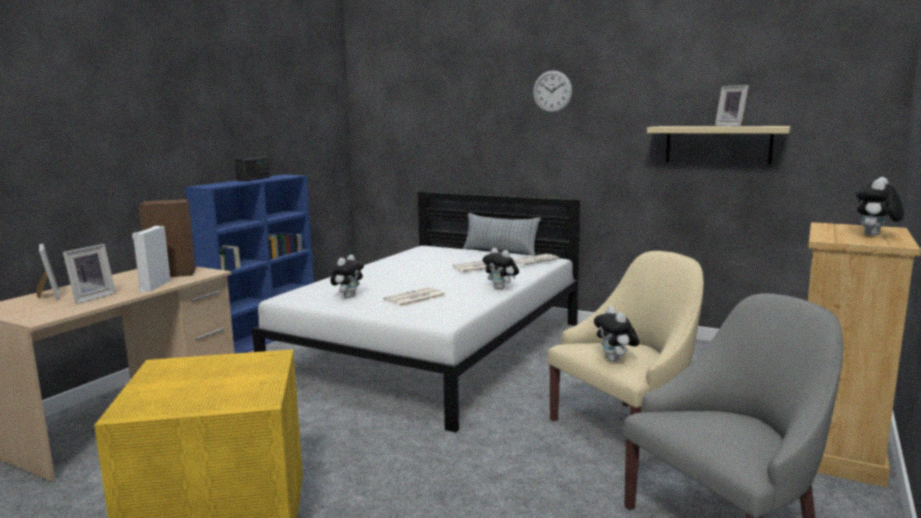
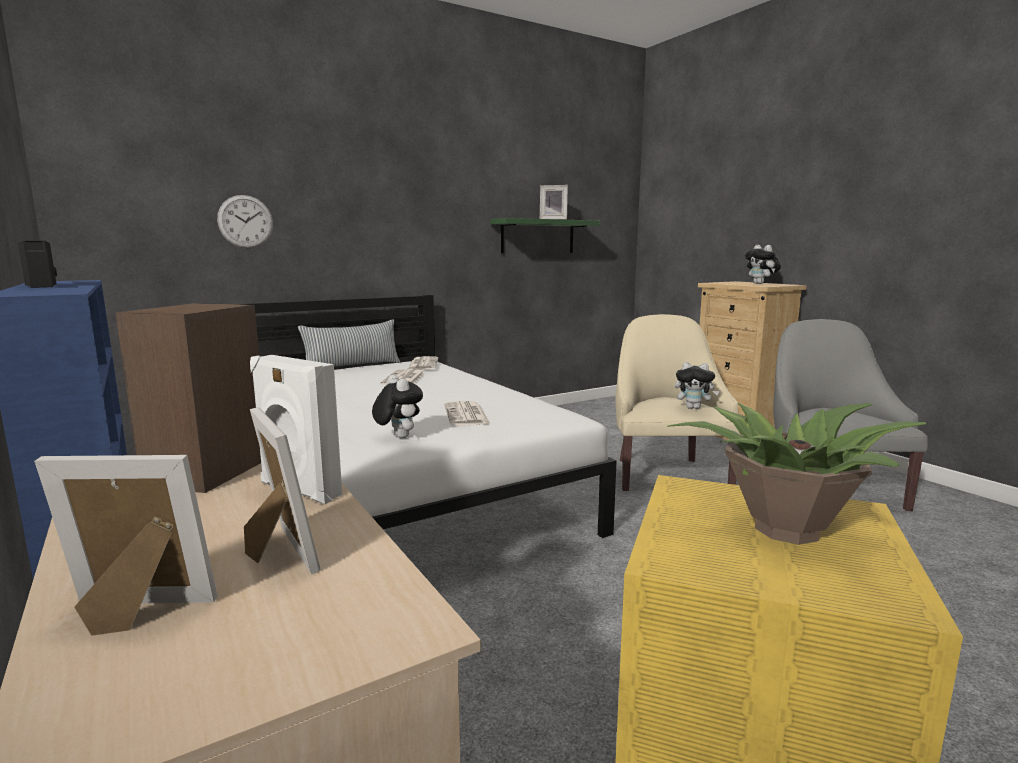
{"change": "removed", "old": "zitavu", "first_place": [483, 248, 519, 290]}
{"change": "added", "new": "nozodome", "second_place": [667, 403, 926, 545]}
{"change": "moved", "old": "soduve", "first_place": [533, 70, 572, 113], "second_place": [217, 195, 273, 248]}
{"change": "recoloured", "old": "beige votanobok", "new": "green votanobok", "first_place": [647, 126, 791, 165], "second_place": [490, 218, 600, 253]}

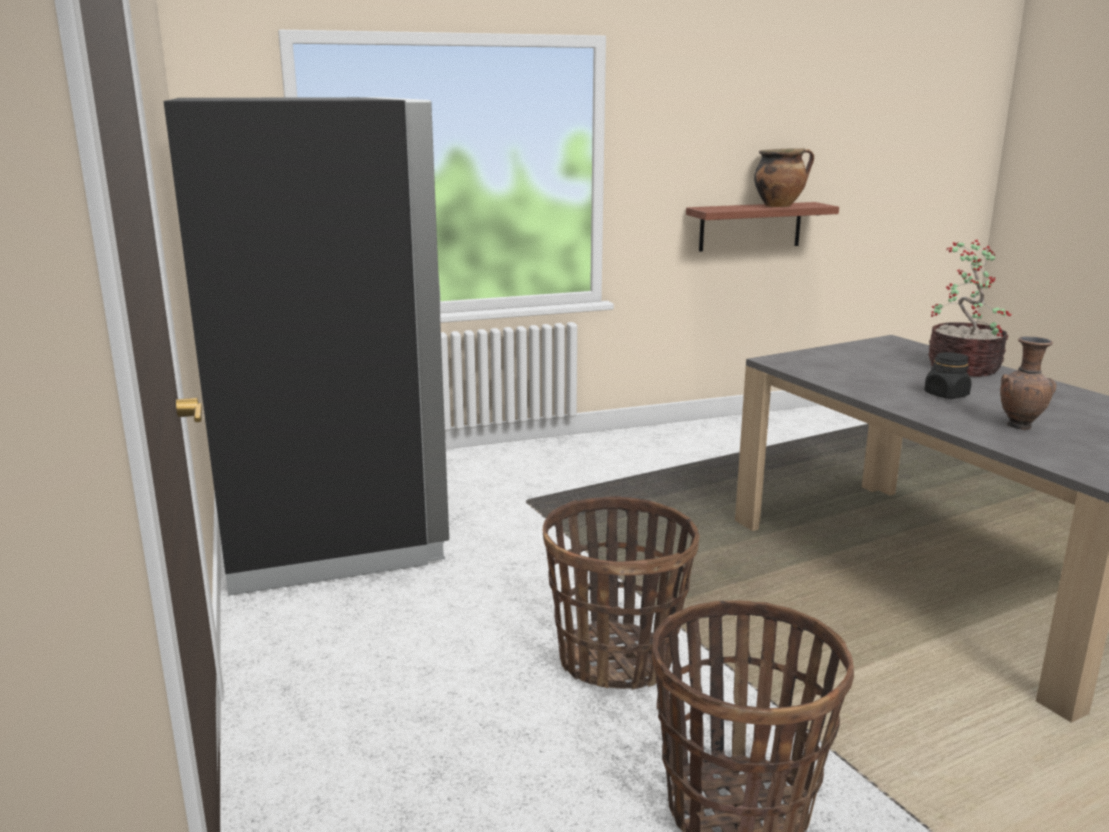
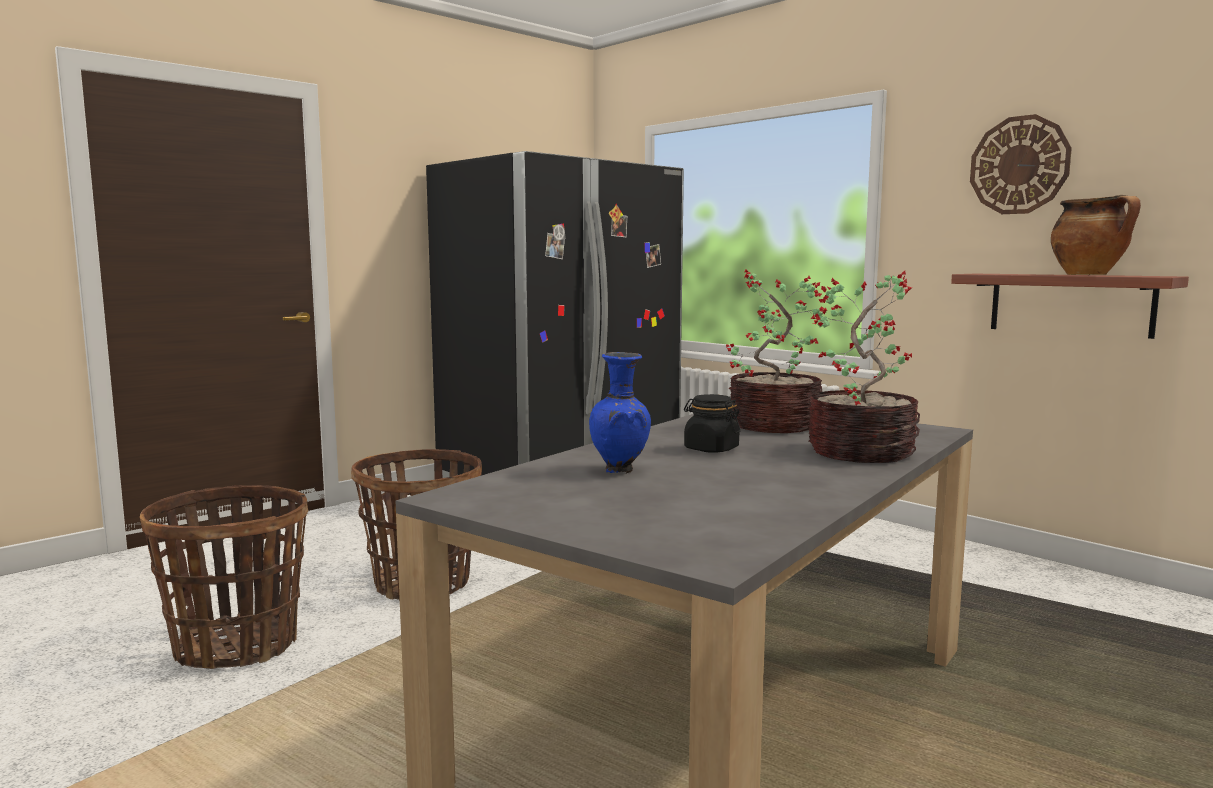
{"change": "added", "new": "nozodome", "second_place": [726, 269, 828, 433]}
{"change": "added", "new": "soduve", "second_place": [970, 114, 1072, 214]}
{"change": "recoloured", "old": "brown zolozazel", "new": "blue zolozazel", "first_place": [1000, 336, 1057, 430], "second_place": [589, 352, 651, 474]}

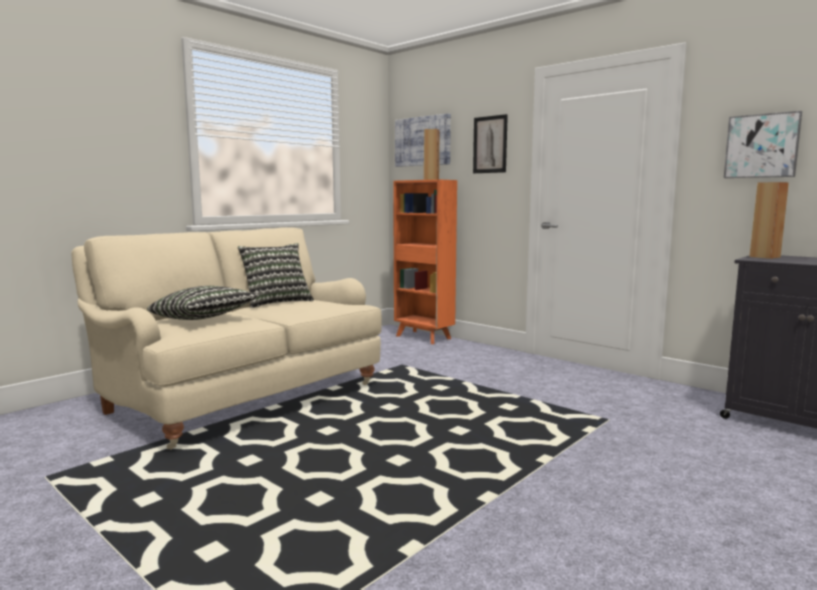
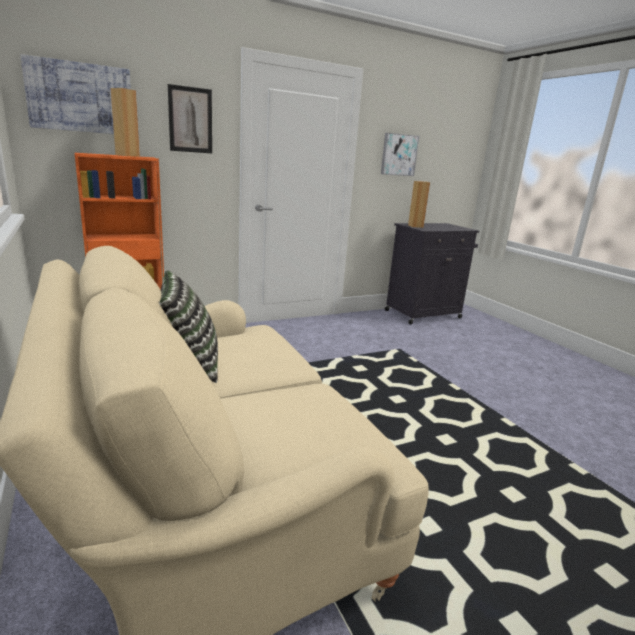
{"change": "removed", "old": "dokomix", "first_place": [147, 286, 259, 320]}

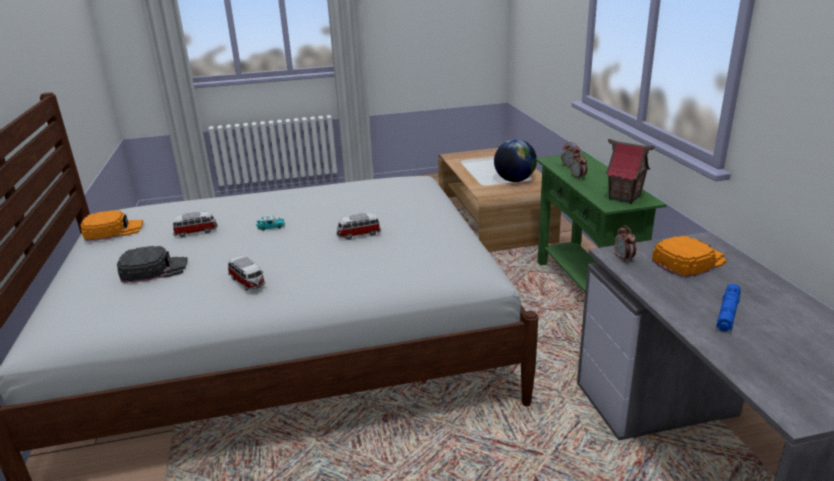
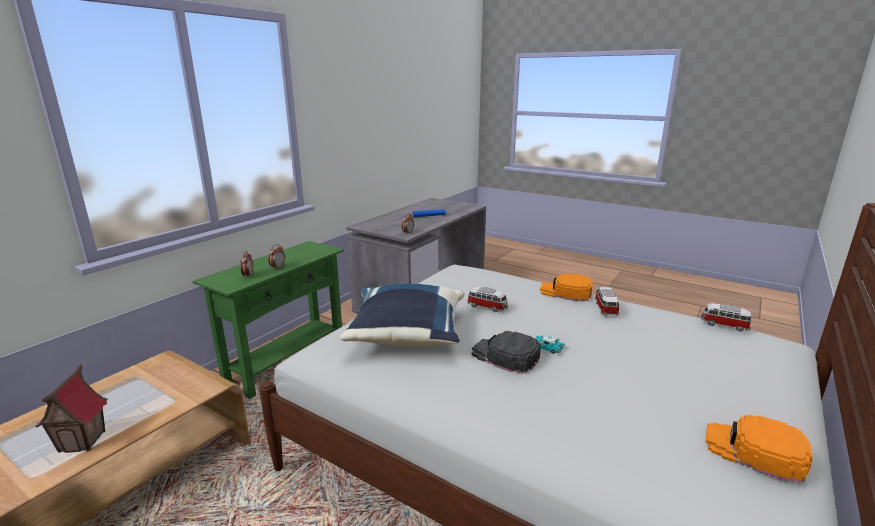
{"change": "removed", "old": "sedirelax", "first_place": [494, 139, 537, 182]}
{"change": "added", "new": "blue dokomix", "second_place": [340, 284, 464, 347]}
{"change": "moved", "old": "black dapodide", "first_place": [117, 246, 187, 283], "second_place": [472, 331, 541, 374]}
{"change": "moved", "old": "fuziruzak", "first_place": [173, 212, 218, 237], "second_place": [701, 303, 751, 332]}
{"change": "moved", "old": "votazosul", "first_place": [605, 139, 655, 204], "second_place": [35, 365, 107, 453]}
{"change": "moved", "old": "orange dapodide", "first_place": [652, 236, 727, 278], "second_place": [540, 274, 593, 301]}

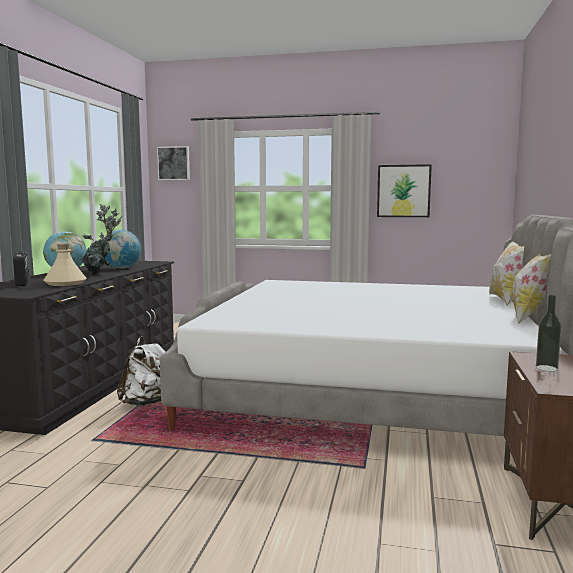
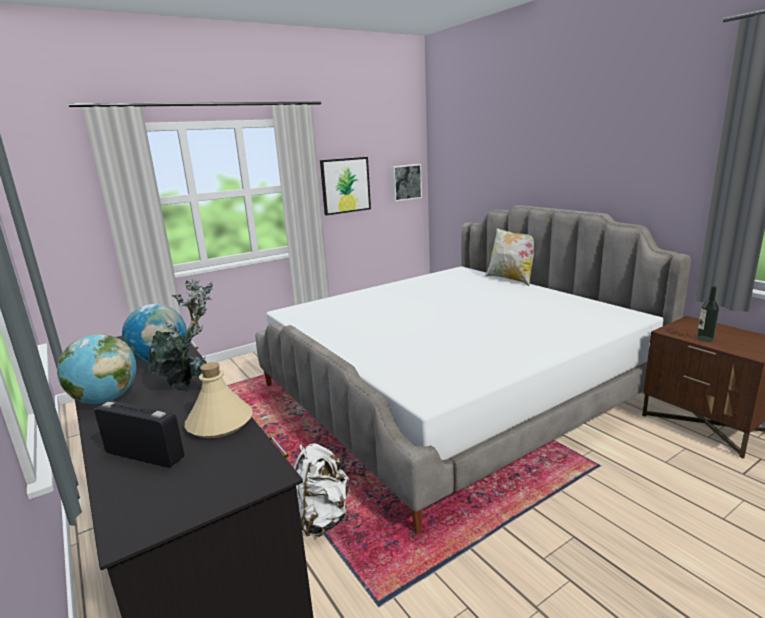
{"change": "removed", "old": "dokomix", "first_place": [513, 254, 551, 324]}
{"change": "moved", "old": "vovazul", "first_place": [157, 146, 190, 180], "second_place": [392, 164, 422, 201]}

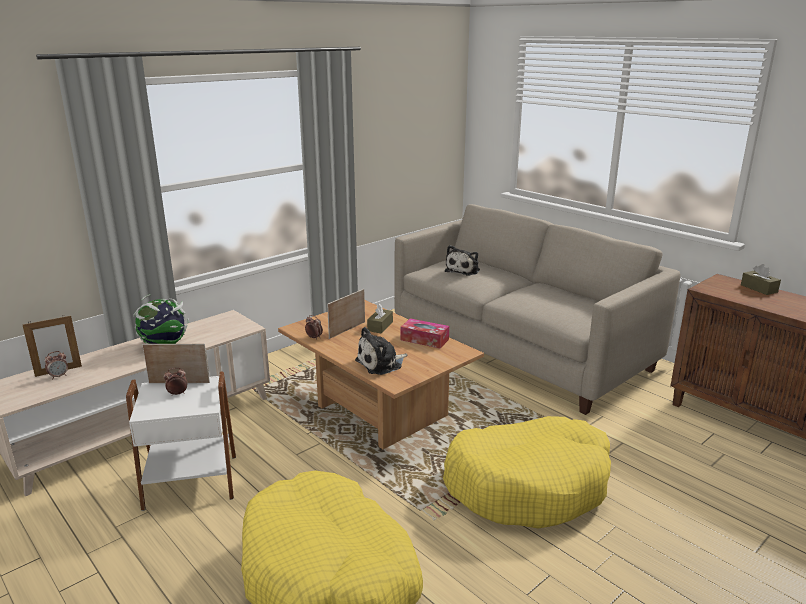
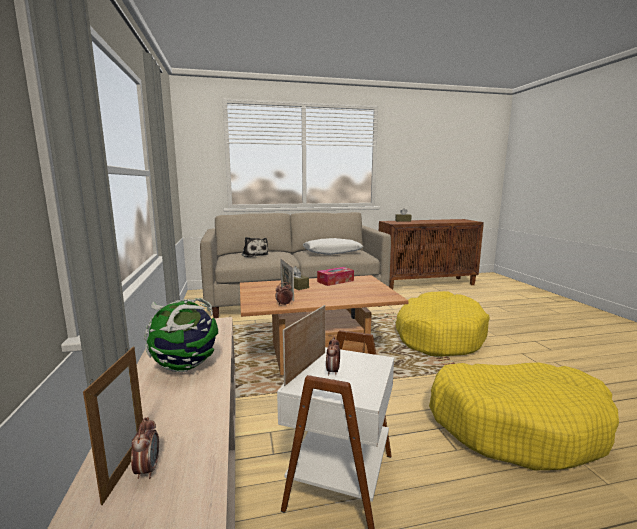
{"change": "removed", "old": "zitavu", "first_place": [355, 327, 407, 375]}
{"change": "added", "new": "white dokomix", "second_place": [303, 238, 363, 255]}

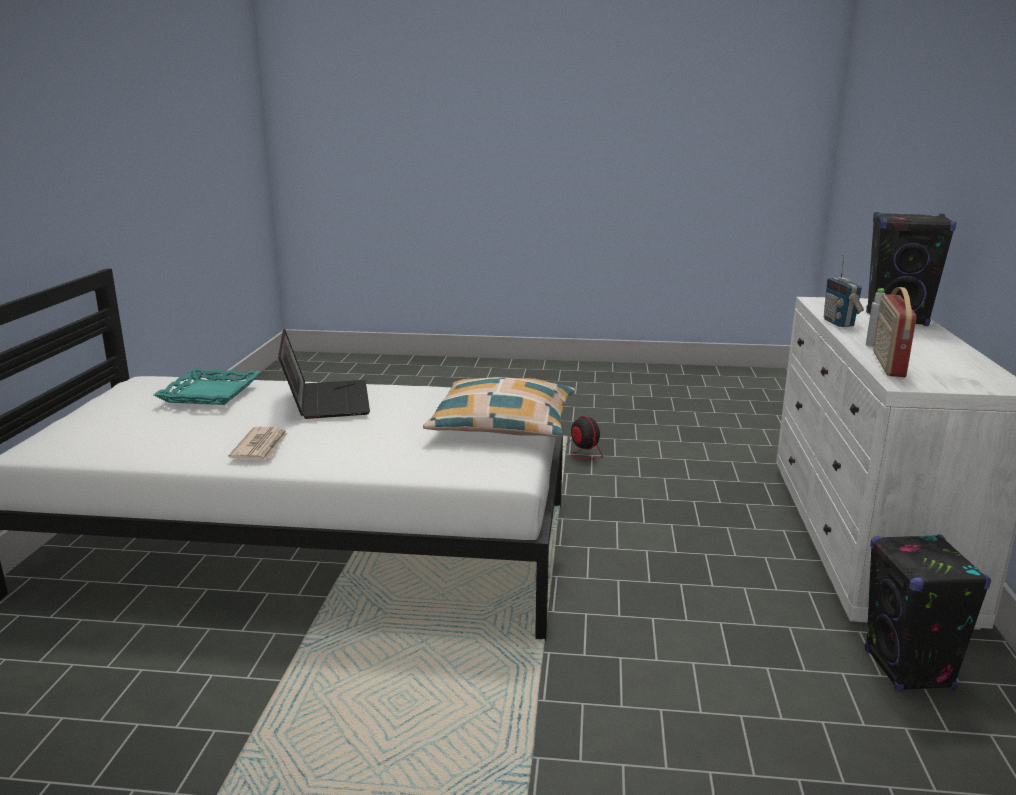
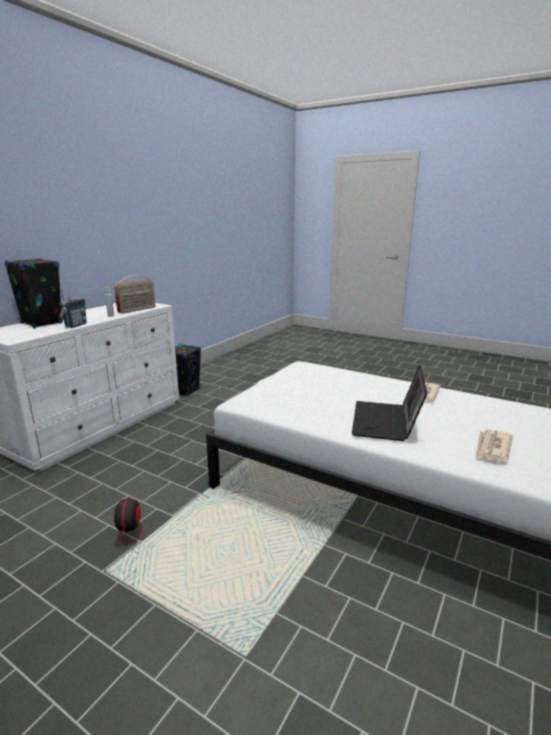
{"change": "removed", "old": "dokomix", "first_place": [423, 377, 575, 437]}
{"change": "replaced", "old": "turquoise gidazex", "new": "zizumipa", "first_place": [154, 368, 260, 405], "second_place": [475, 429, 513, 462]}

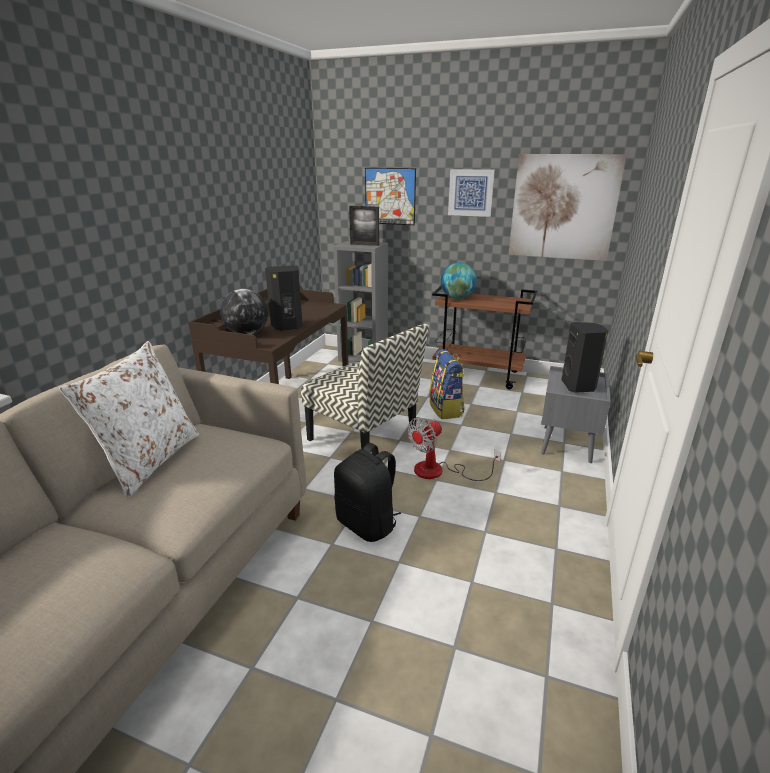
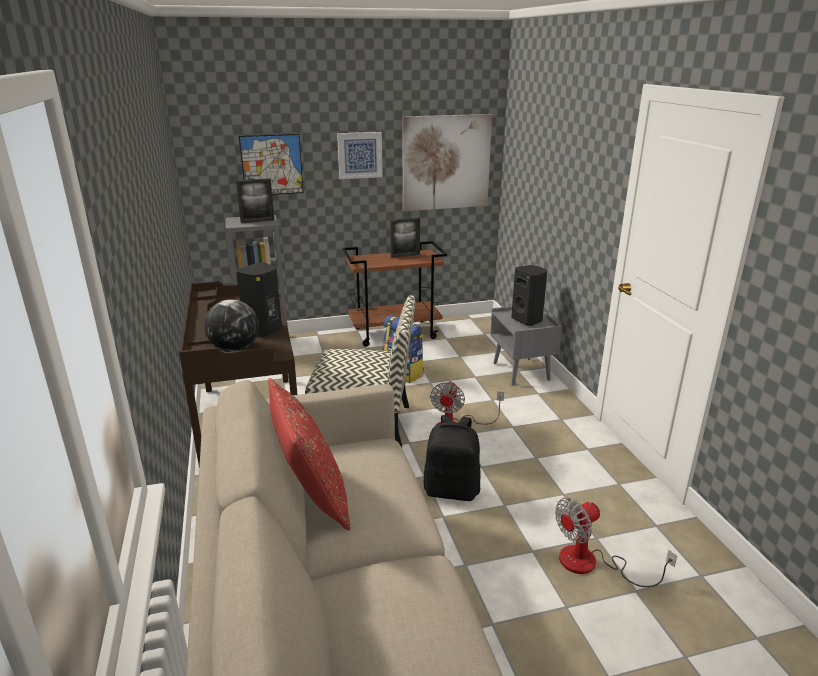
{"change": "removed", "old": "sedirelax", "first_place": [440, 262, 477, 299]}
{"change": "added", "new": "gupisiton", "second_place": [390, 217, 420, 258]}
{"change": "added", "new": "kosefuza", "second_place": [555, 497, 677, 587]}
{"change": "recoloured", "old": "white dokomix", "new": "red dokomix", "first_place": [59, 341, 200, 498], "second_place": [268, 378, 350, 531]}

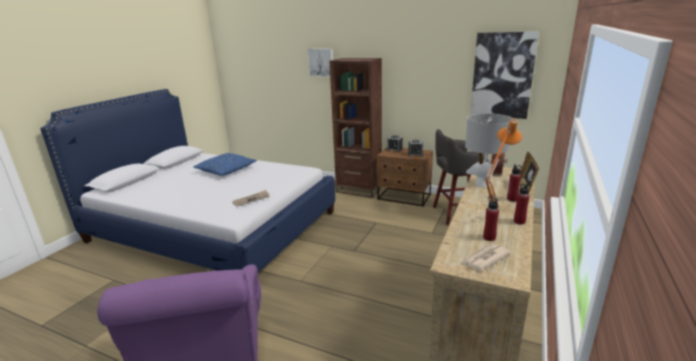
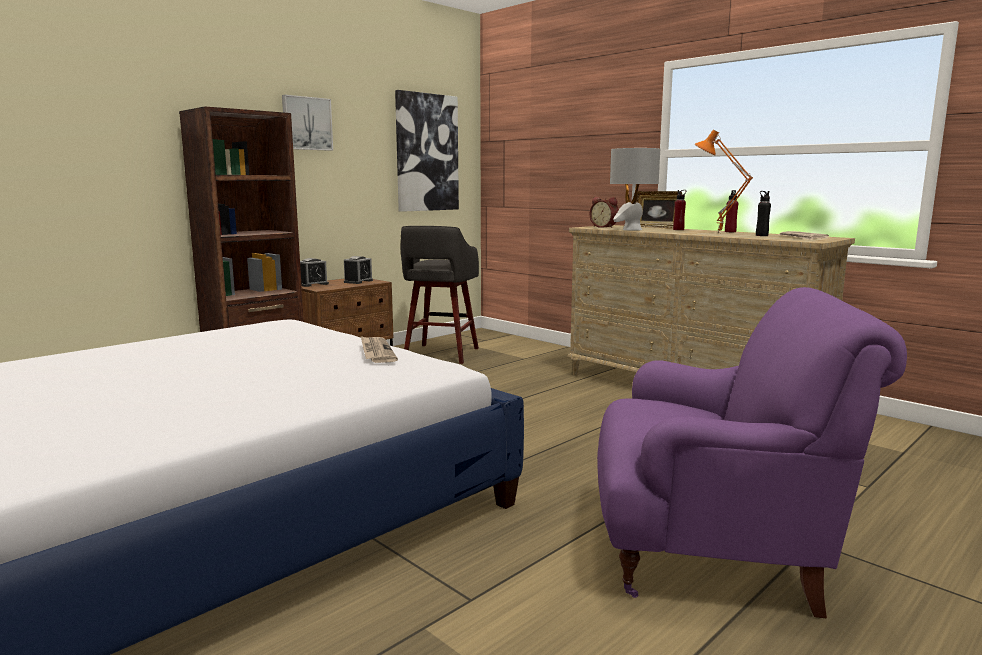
{"change": "removed", "old": "blue dokomix", "first_place": [193, 153, 257, 176]}
{"change": "moved", "old": "vovazul", "first_place": [307, 49, 333, 77], "second_place": [282, 95, 333, 151]}
{"change": "recoloured", "old": "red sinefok", "new": "black sinefok", "first_place": [483, 196, 499, 241], "second_place": [756, 191, 771, 236]}

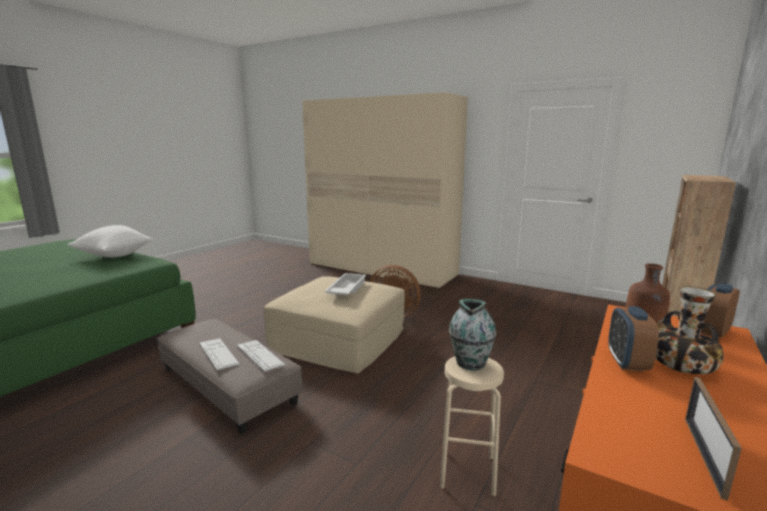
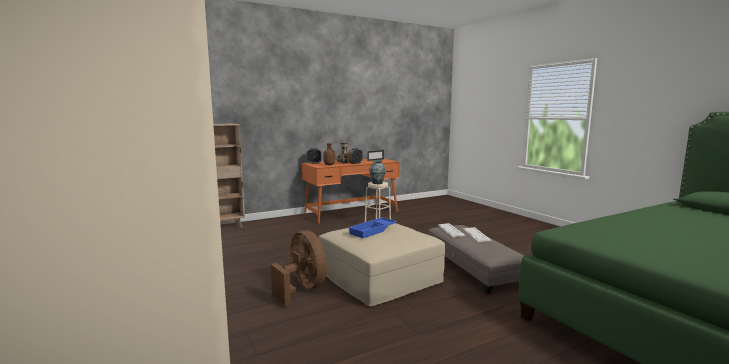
{"change": "removed", "old": "white dokomix", "first_place": [68, 225, 154, 257]}
{"change": "recoloured", "old": "white gidazex", "new": "blue gidazex", "first_place": [325, 273, 366, 295], "second_place": [348, 217, 397, 238]}

